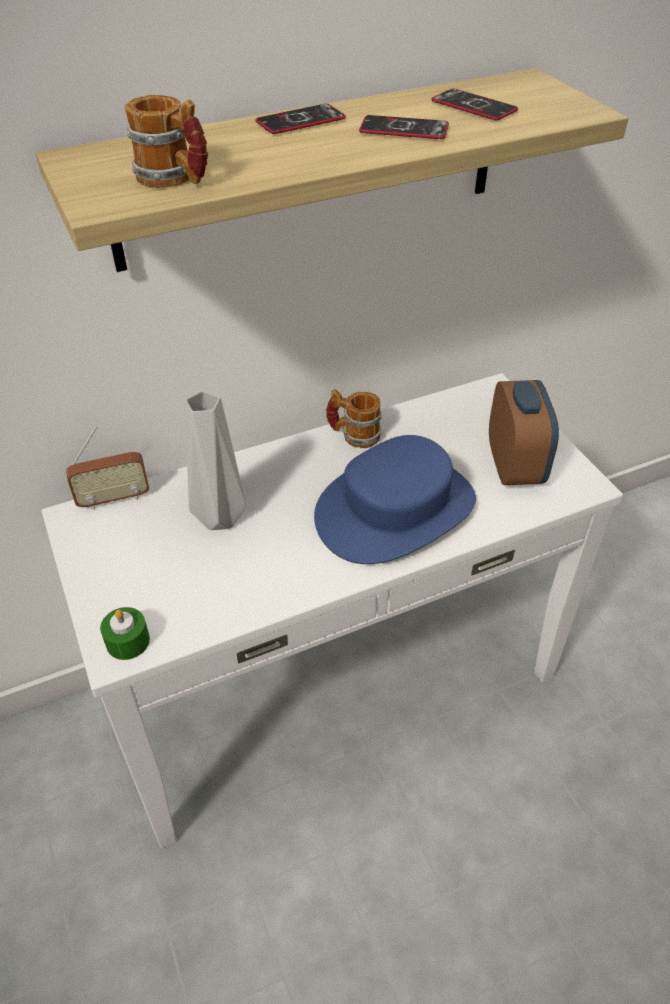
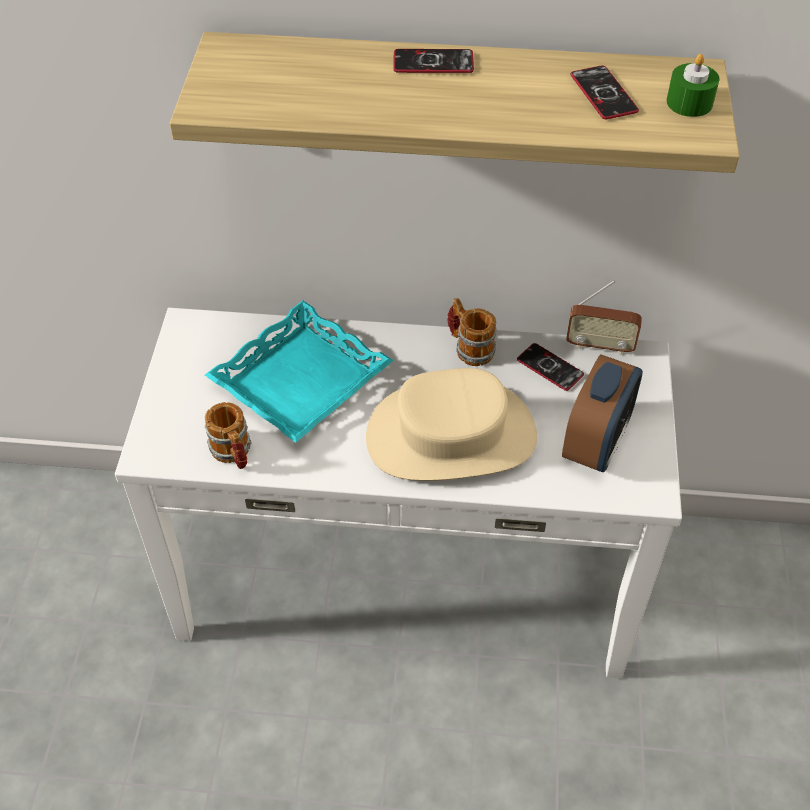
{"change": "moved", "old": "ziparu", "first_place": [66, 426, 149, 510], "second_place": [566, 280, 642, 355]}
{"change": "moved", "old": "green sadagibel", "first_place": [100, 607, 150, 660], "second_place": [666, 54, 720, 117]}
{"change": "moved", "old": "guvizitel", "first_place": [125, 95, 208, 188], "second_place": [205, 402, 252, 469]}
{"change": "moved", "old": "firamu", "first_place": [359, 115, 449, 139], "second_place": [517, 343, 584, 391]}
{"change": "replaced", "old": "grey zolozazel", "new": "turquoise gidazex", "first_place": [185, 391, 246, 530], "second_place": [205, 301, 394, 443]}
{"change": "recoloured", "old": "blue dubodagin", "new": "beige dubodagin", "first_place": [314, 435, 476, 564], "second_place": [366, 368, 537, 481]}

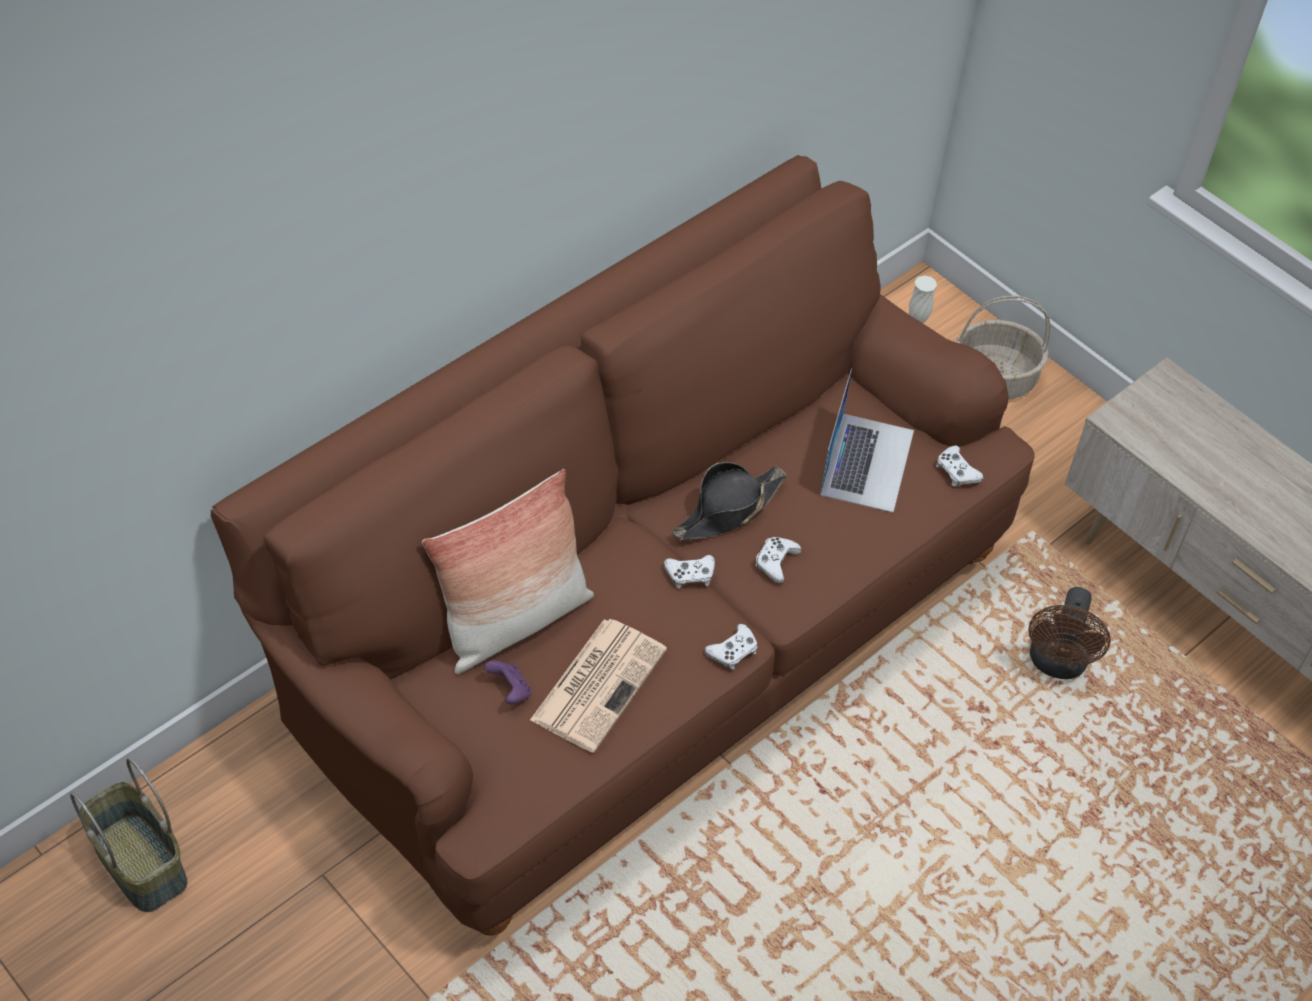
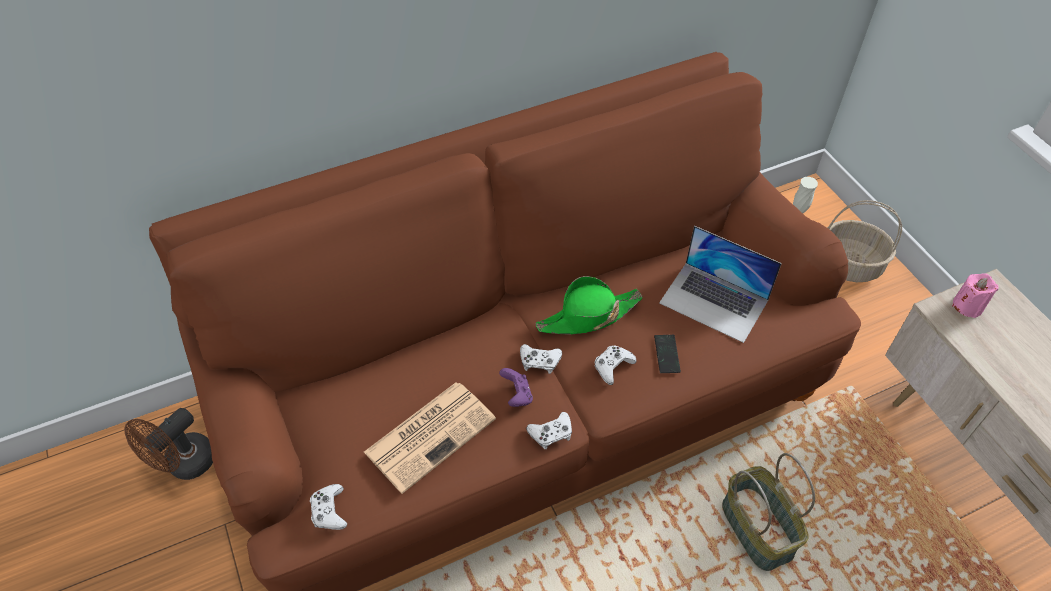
{"change": "removed", "old": "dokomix", "first_place": [422, 469, 594, 674]}
{"change": "added", "new": "firamu", "second_place": [654, 335, 681, 373]}
{"change": "added", "new": "pink sadagibel", "second_place": [952, 274, 999, 318]}
{"change": "moved", "old": "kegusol", "first_place": [70, 758, 187, 912], "second_place": [722, 453, 815, 571]}
{"change": "moved", "old": "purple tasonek", "first_place": [484, 660, 531, 704], "second_place": [499, 368, 533, 407]}
{"change": "moved", "old": "white tasonek", "first_place": [936, 445, 984, 486], "second_place": [310, 484, 347, 530]}
{"change": "moved", "old": "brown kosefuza", "first_place": [1029, 587, 1110, 679], "second_place": [124, 408, 213, 480]}
{"change": "recoloured", "old": "black dubodagin", "new": "green dubodagin", "first_place": [672, 462, 786, 540], "second_place": [535, 276, 643, 334]}
{"change": "turned", "old": "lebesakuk", "first_place": [820, 369, 914, 513], "second_place": [659, 226, 782, 343], "degrees": 90}

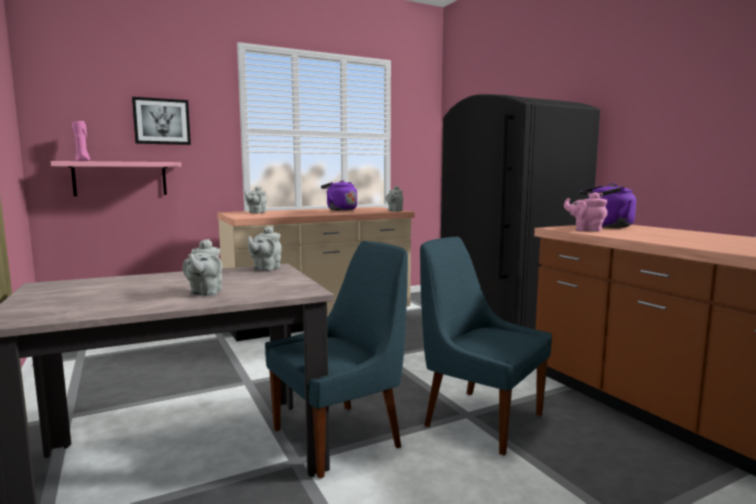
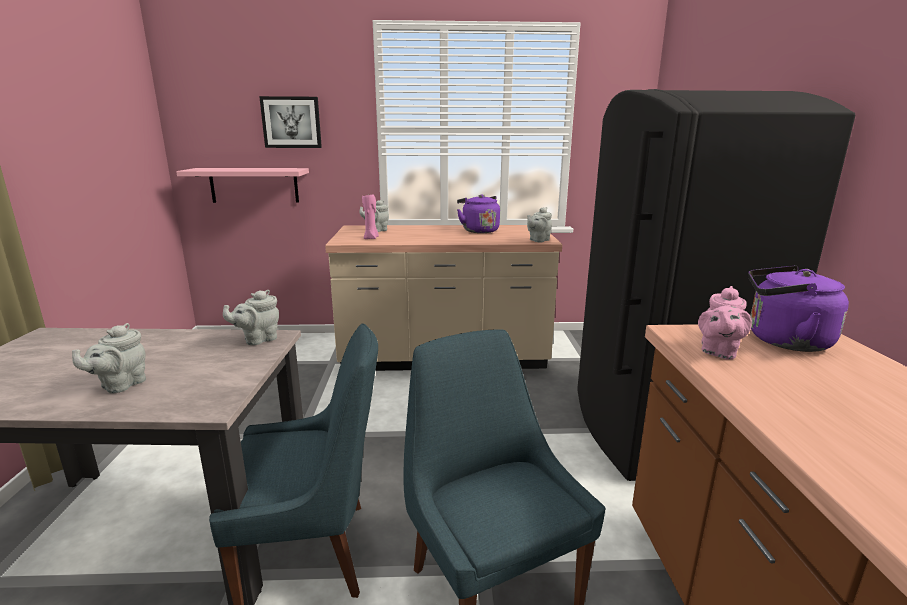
{"change": "moved", "old": "pink sadagibel", "first_place": [72, 121, 90, 161], "second_place": [362, 195, 379, 239]}
{"change": "turned", "old": "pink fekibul", "first_place": [564, 192, 608, 232], "second_place": [698, 286, 752, 359], "degrees": -105}

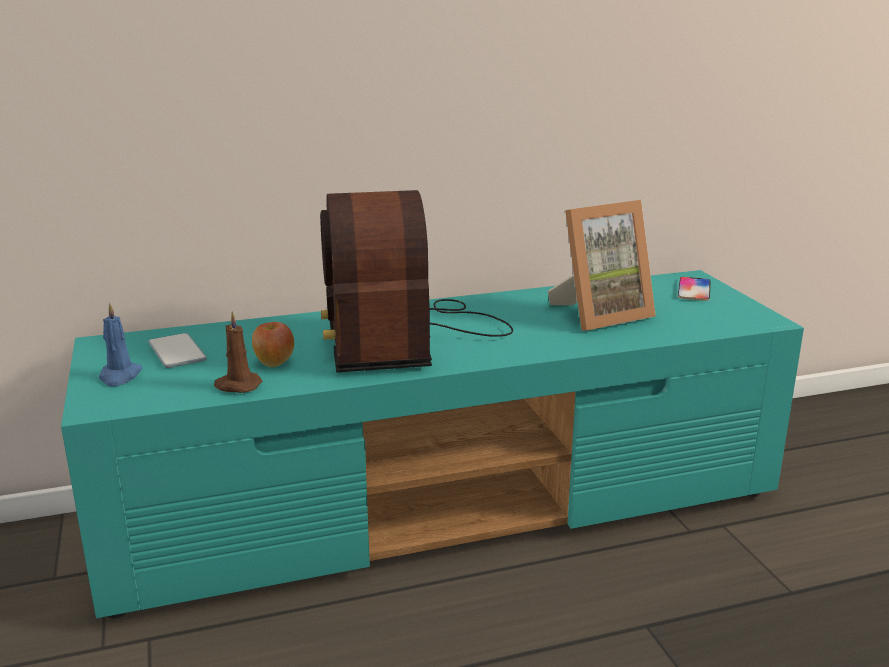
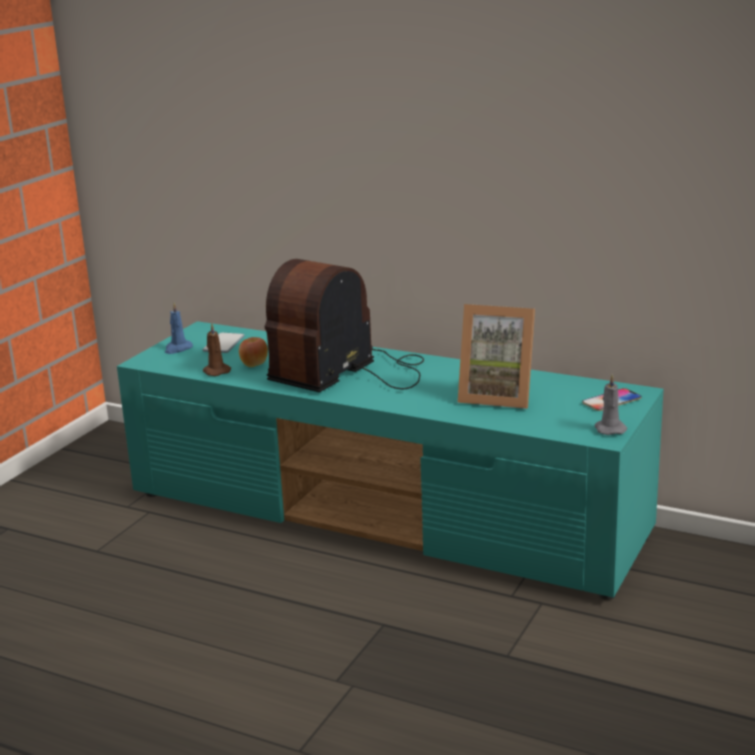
{"change": "added", "new": "grey sadagibel", "second_place": [595, 374, 627, 435]}

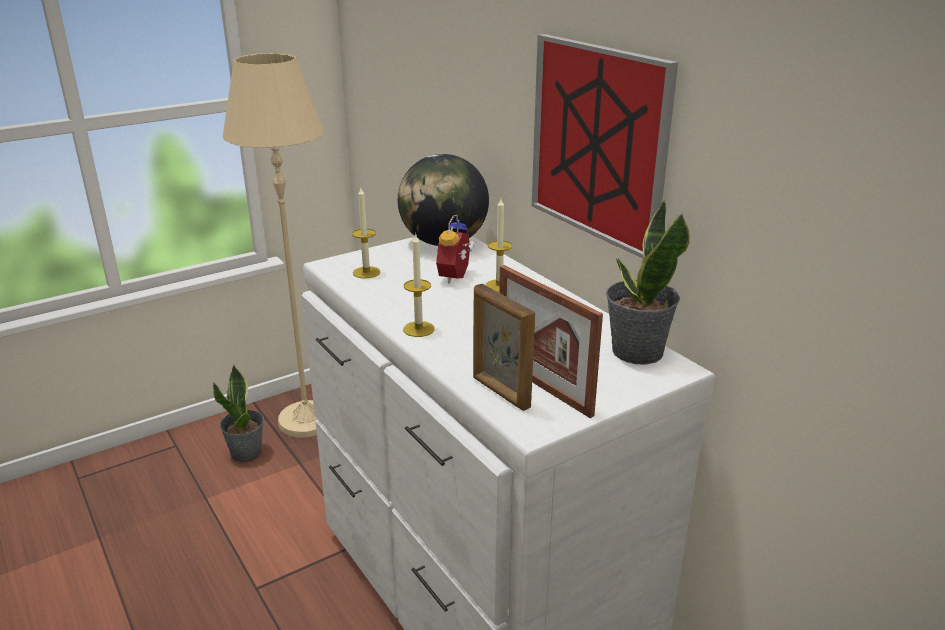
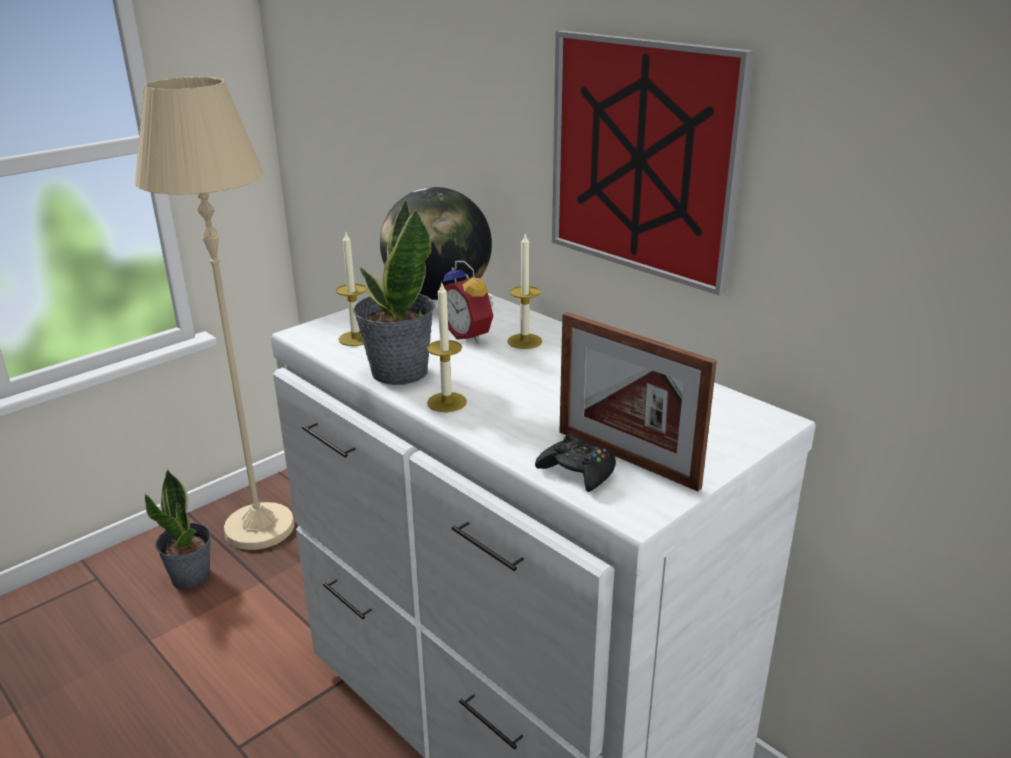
{"change": "moved", "old": "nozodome", "first_place": [606, 200, 690, 365], "second_place": [353, 198, 435, 385]}
{"change": "replaced", "old": "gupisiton", "new": "black tasonek", "first_place": [473, 284, 535, 411], "second_place": [535, 434, 616, 492]}
{"change": "turned", "old": "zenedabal", "first_place": [436, 215, 475, 284], "second_place": [443, 261, 494, 343], "degrees": -45}

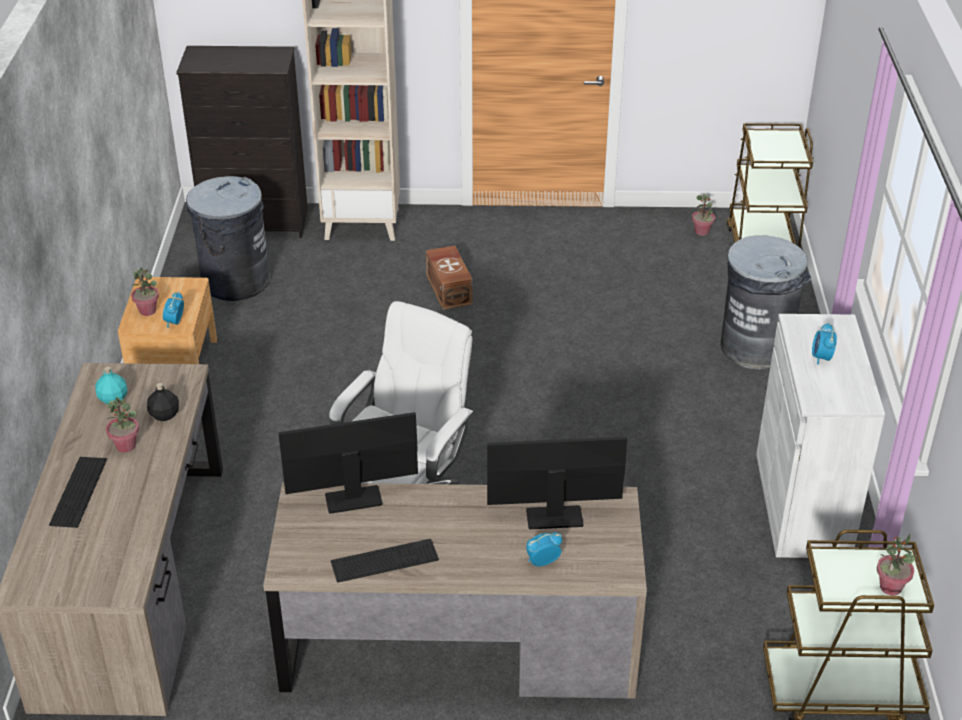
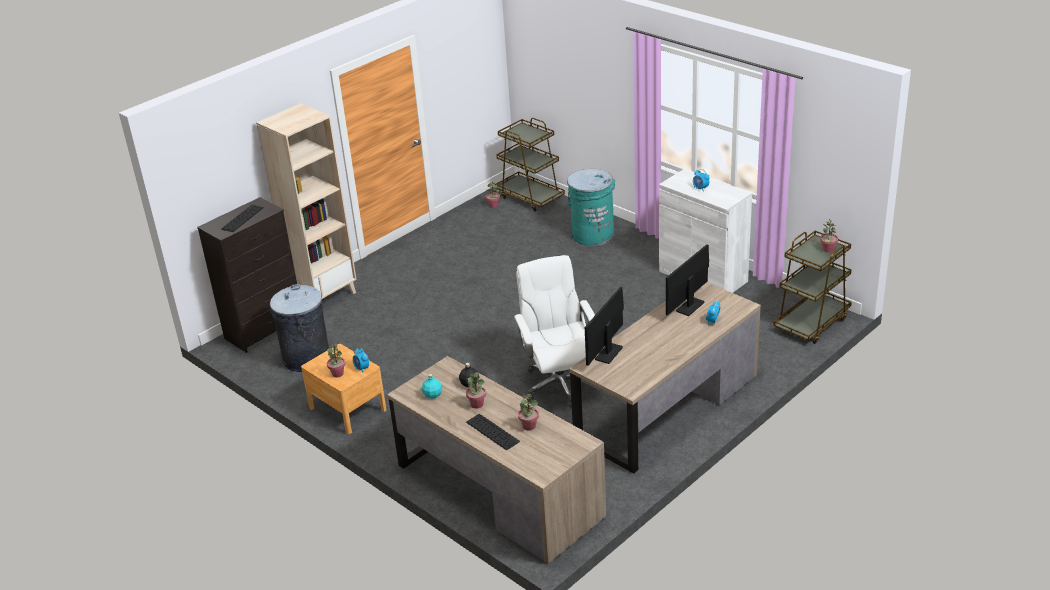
{"change": "removed", "old": "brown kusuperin", "first_place": [426, 246, 473, 310]}
{"change": "added", "new": "nozodome", "second_place": [518, 394, 539, 431]}
{"change": "moved", "old": "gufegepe", "first_place": [331, 539, 439, 583], "second_place": [221, 205, 264, 232]}
{"change": "recoloured", "old": "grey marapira", "new": "turquoise marapira", "first_place": [721, 235, 811, 369], "second_place": [567, 169, 616, 246]}

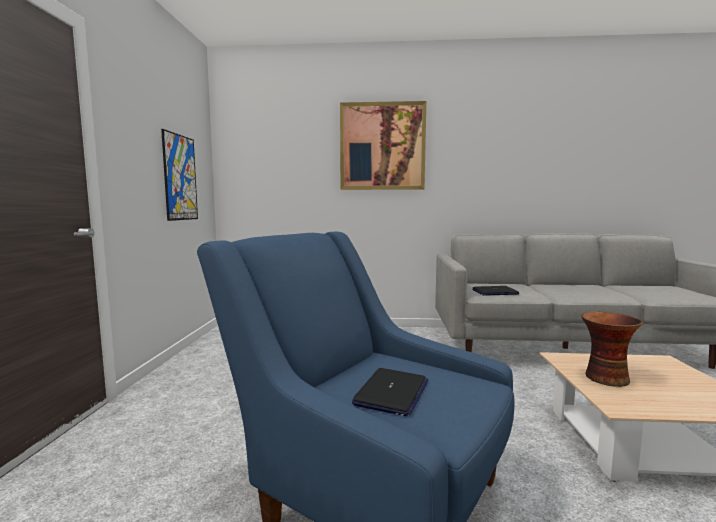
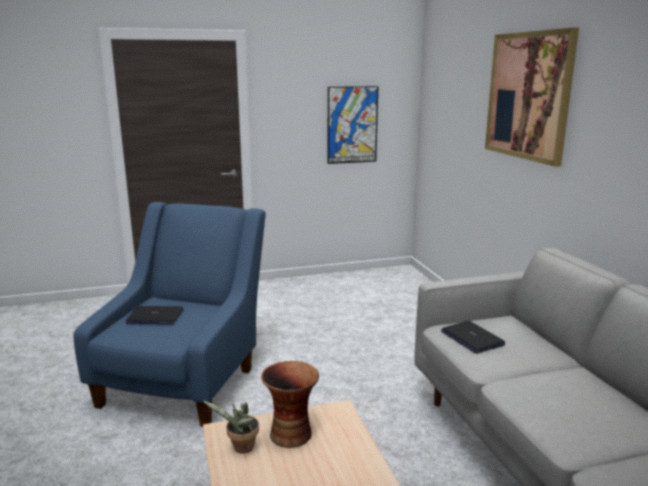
{"change": "added", "new": "nozodome", "second_place": [203, 401, 259, 454]}

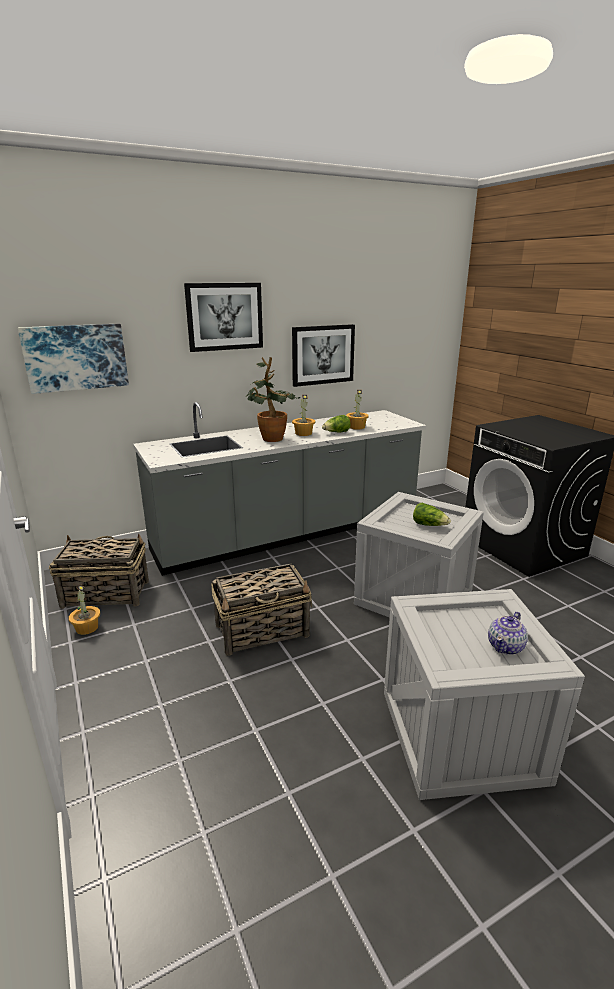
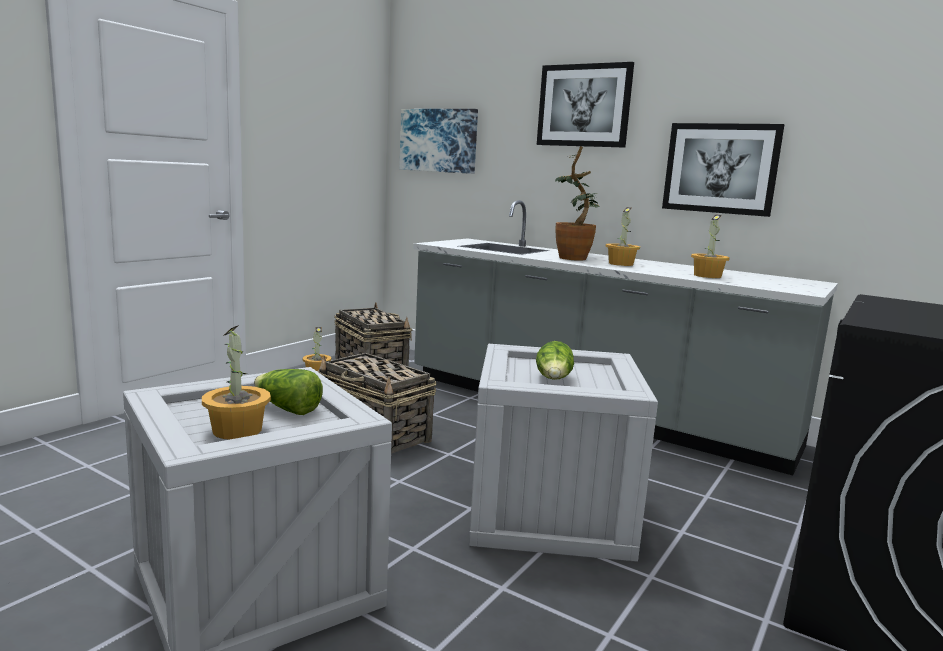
{"change": "moved", "old": "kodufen", "first_place": [322, 415, 351, 432], "second_place": [254, 369, 323, 415]}
{"change": "replaced", "old": "fekibul", "new": "nozodome", "first_place": [488, 612, 528, 655], "second_place": [202, 325, 271, 440]}

